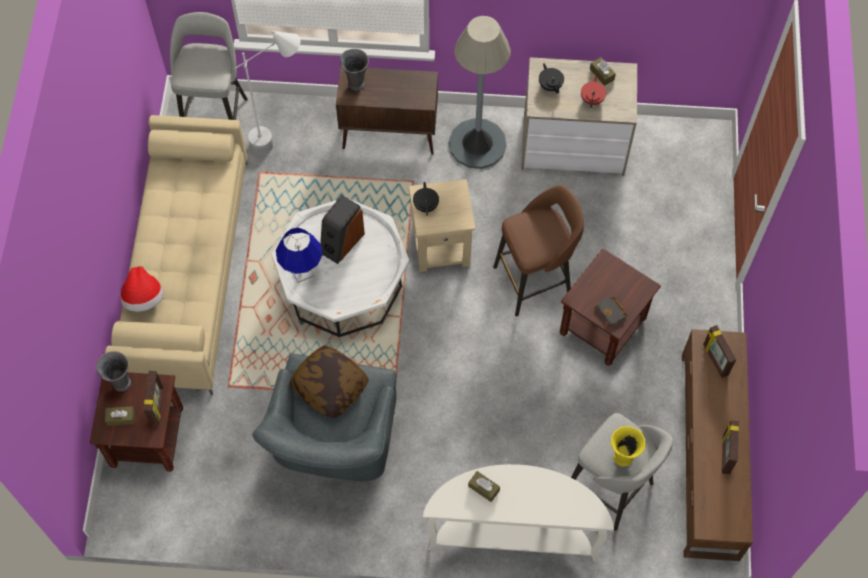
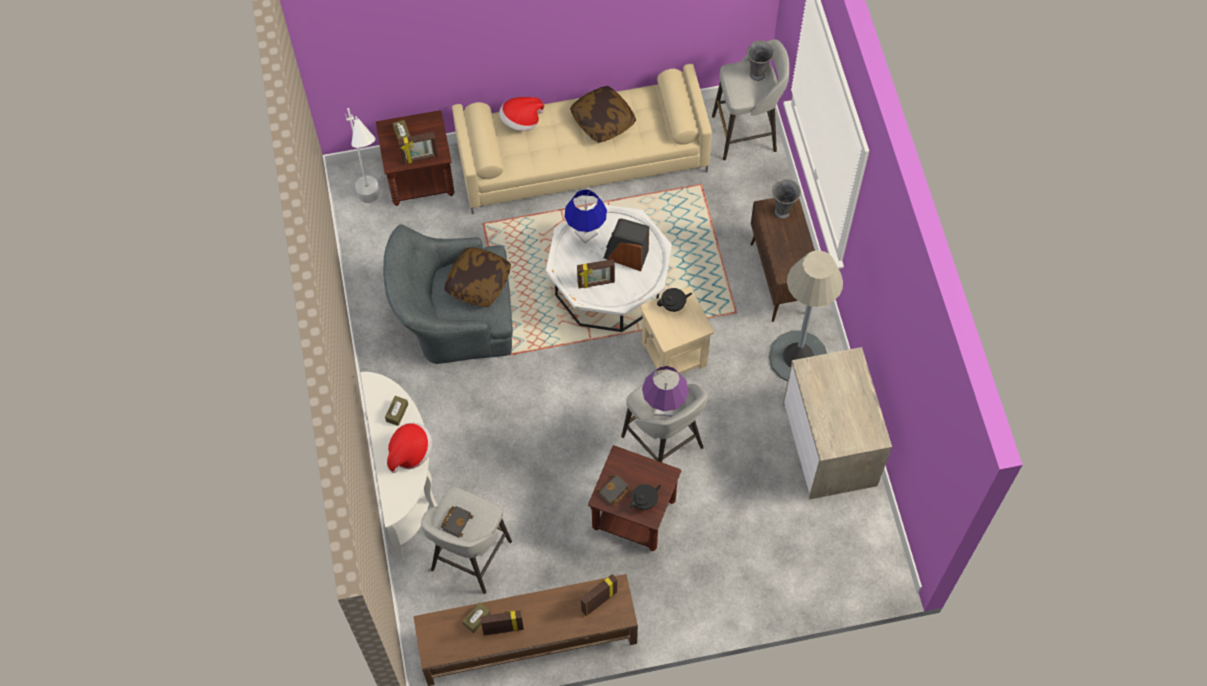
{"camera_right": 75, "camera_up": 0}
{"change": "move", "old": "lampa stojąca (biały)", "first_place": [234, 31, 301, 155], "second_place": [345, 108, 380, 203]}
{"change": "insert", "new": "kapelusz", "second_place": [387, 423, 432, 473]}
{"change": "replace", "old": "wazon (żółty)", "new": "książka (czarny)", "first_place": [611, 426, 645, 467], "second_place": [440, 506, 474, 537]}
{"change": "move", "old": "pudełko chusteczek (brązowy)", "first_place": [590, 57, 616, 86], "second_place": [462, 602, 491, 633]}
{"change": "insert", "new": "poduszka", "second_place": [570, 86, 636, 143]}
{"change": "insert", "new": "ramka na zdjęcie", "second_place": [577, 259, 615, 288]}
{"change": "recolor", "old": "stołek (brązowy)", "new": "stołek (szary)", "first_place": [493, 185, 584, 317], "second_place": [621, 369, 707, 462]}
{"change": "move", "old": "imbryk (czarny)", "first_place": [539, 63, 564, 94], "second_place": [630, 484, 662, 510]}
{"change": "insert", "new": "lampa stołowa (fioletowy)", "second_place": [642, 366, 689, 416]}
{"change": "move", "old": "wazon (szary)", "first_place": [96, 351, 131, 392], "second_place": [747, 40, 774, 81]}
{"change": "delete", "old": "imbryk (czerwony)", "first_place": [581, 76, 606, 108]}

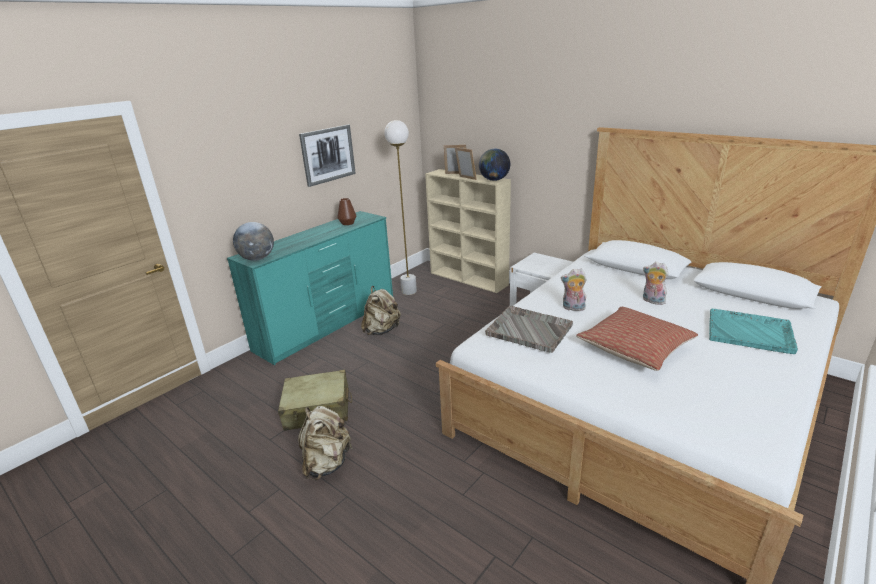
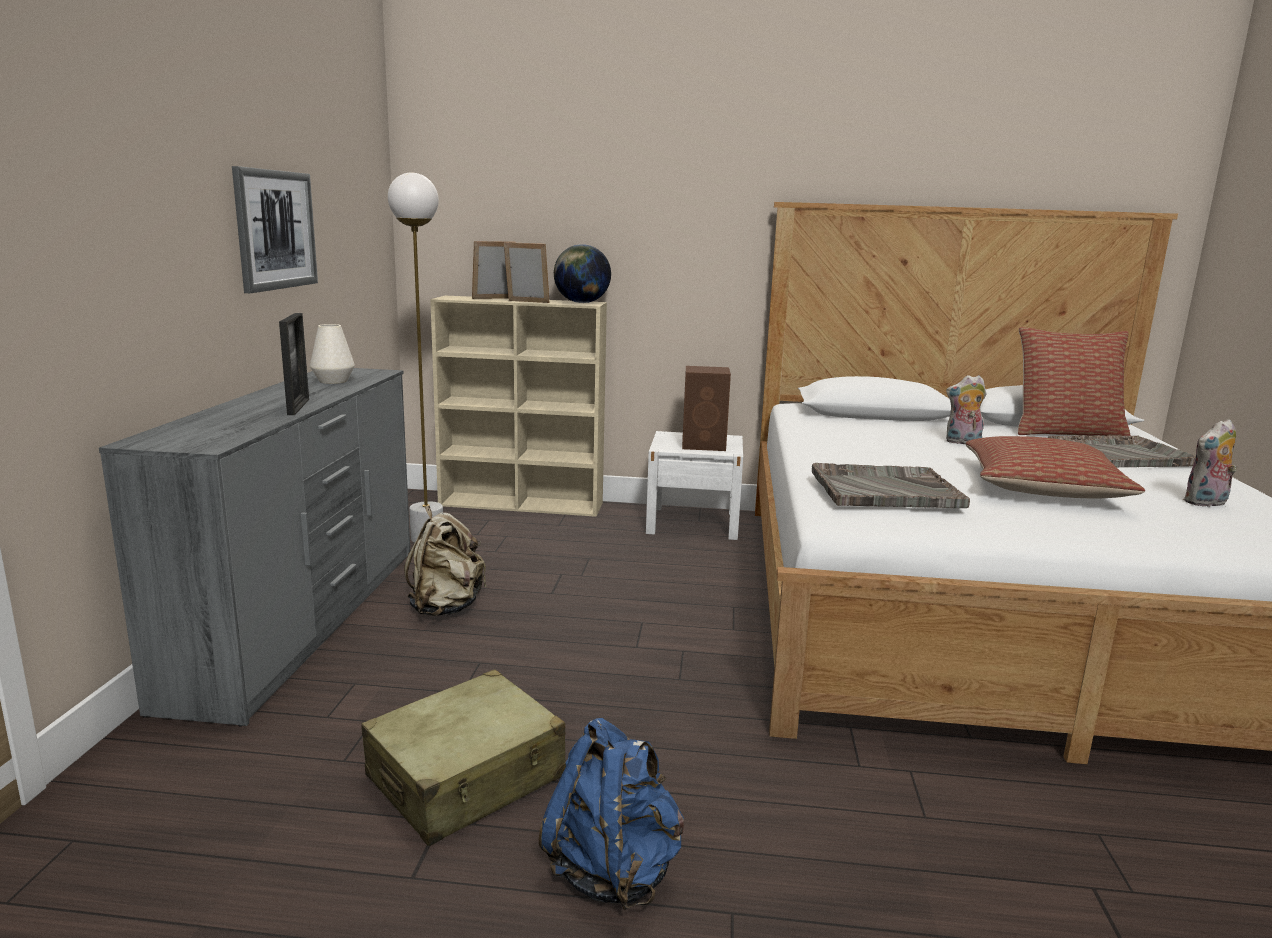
{"camera_right": -35, "camera_up": -10}
{"change": "recolor", "old": "komoda (turkusowy)", "new": "komoda (szary)", "first_place": [227, 211, 393, 365], "second_place": [99, 368, 410, 726]}
{"change": "insert", "new": "ramka na zdjęcie", "second_place": [279, 313, 309, 415]}
{"change": "recolor", "old": "wazon (brązowy)", "new": "wazon (biały)", "first_place": [337, 198, 356, 225], "second_place": [310, 324, 355, 384]}
{"change": "recolor", "old": "plecak (beżowy)", "new": "plecak (niebieski)", "first_place": [298, 406, 353, 480], "second_place": [539, 718, 684, 910]}
{"change": "insert", "new": "głośnik (brązowy)", "second_place": [682, 366, 731, 451]}
{"change": "insert", "new": "poduszka", "second_place": [1018, 327, 1130, 436]}
{"change": "recolor", "old": "taca (turkusowy)", "new": "taca (szary)", "first_place": [709, 309, 798, 354], "second_place": [1047, 435, 1196, 467]}
{"change": "move", "old": "pluszak", "first_place": [561, 269, 587, 311], "second_place": [1183, 419, 1237, 507]}
{"change": "delete", "old": "globus", "first_place": [233, 222, 274, 261]}

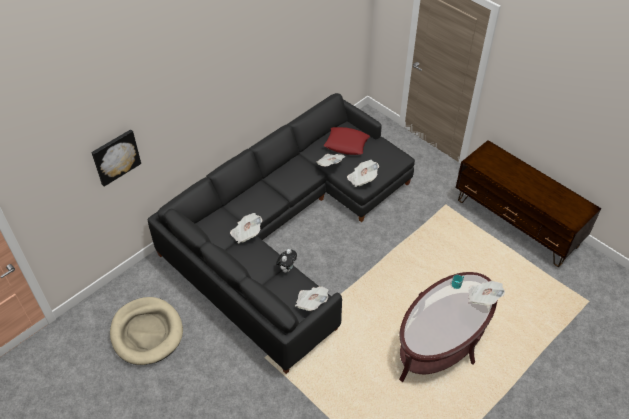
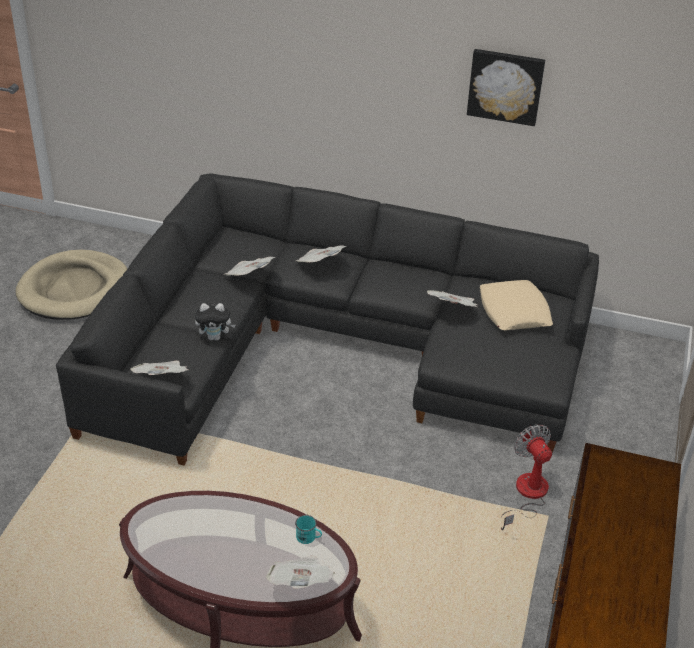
{"camera_right": 60, "camera_up": -10}
{"change": "move", "old": "gazeta", "first_place": [347, 160, 379, 187], "second_place": [296, 245, 346, 262]}
{"change": "move", "old": "obraz", "first_place": [91, 129, 141, 187], "second_place": [467, 49, 545, 126]}
{"change": "recolor", "old": "poduszka (czerwony)", "new": "poduszka (beżowy)", "first_place": [324, 127, 370, 155], "second_place": [480, 280, 553, 330]}
{"change": "insert", "new": "wentylator", "second_place": [501, 424, 552, 530]}

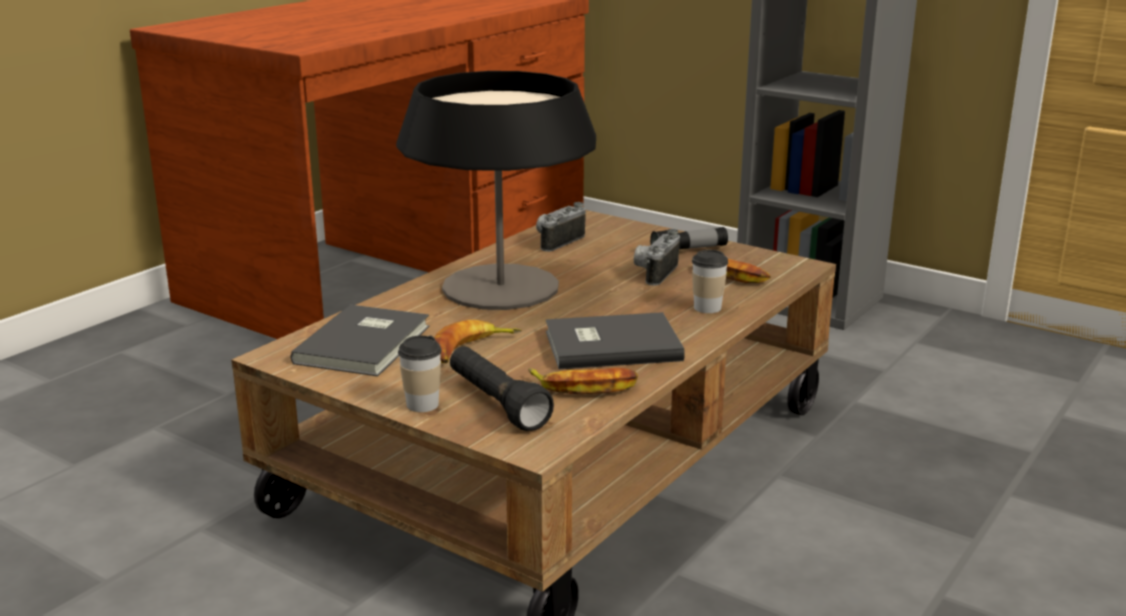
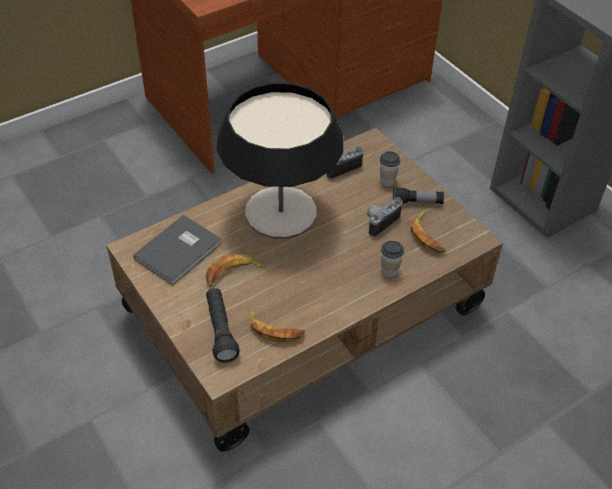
{"camera_right": 20, "camera_up": 25}
{"change": "move", "old": "filiżanka", "first_place": [398, 336, 442, 412], "second_place": [380, 151, 400, 186]}
{"change": "delete", "old": "książka (szary)", "first_place": [546, 312, 685, 369]}

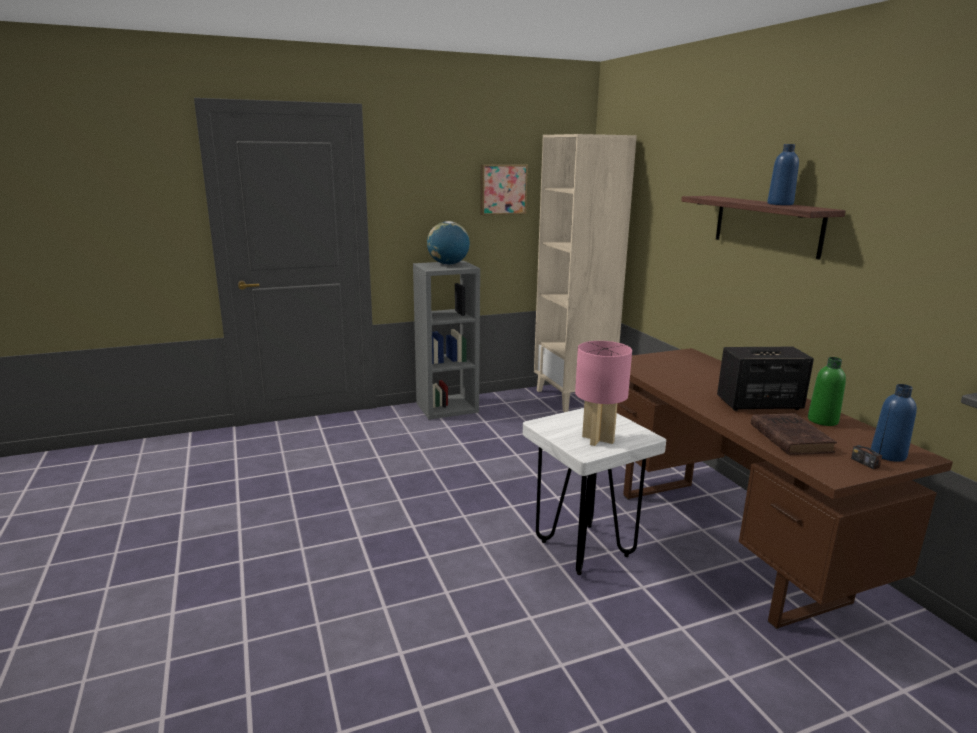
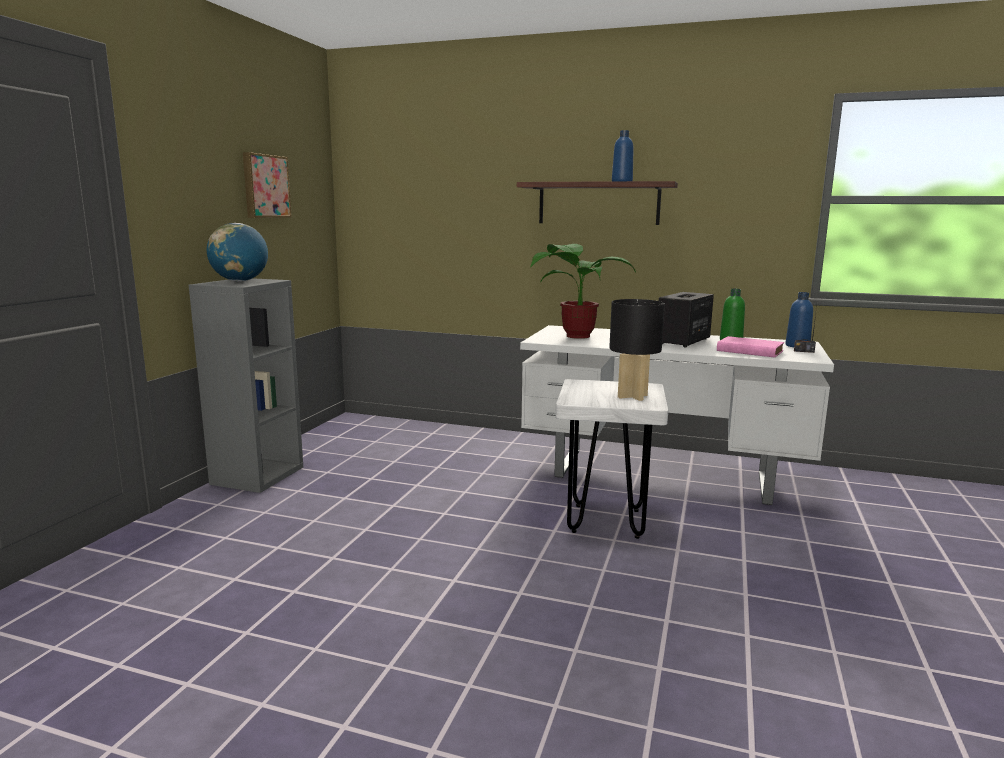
{"camera_right": -50, "camera_up": -5}
{"change": "recolor", "old": "biurko (brązowy)", "new": "biurko (biały)", "first_place": [617, 348, 953, 629], "second_place": [520, 325, 834, 505]}
{"change": "insert", "new": "roślina doniczkowa", "second_place": [530, 244, 636, 339]}
{"change": "recolor", "old": "lampa stołowa (różowy)", "new": "lampa stołowa (czarny)", "first_place": [575, 341, 632, 446], "second_place": [609, 299, 665, 401]}
{"change": "recolor", "old": "książka (brązowy)", "new": "książka (różowy)", "first_place": [751, 413, 837, 455], "second_place": [717, 336, 784, 358]}
{"change": "delete", "old": "regał (beżowy)", "first_place": [534, 134, 637, 412]}

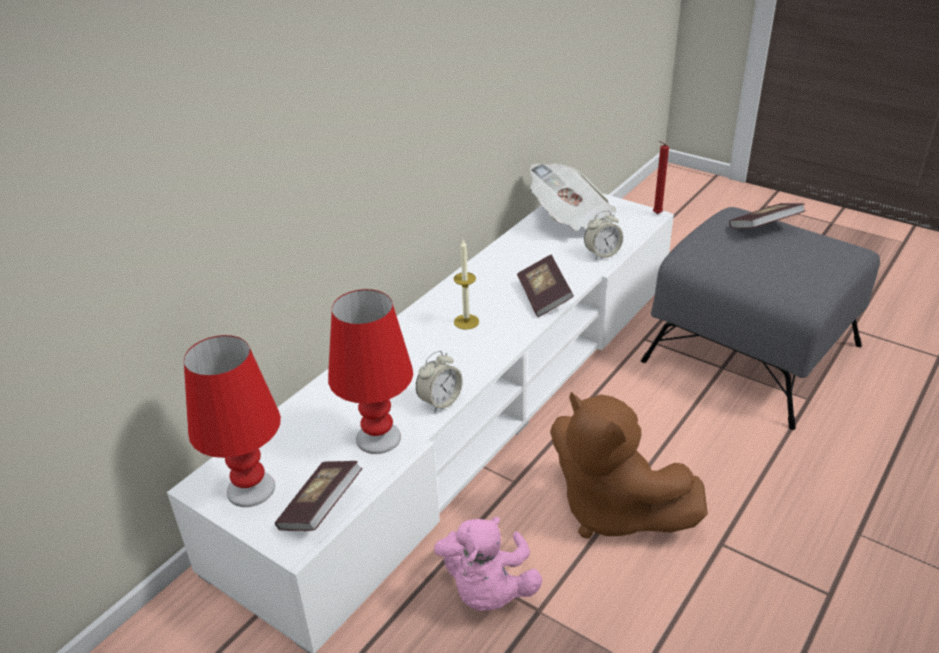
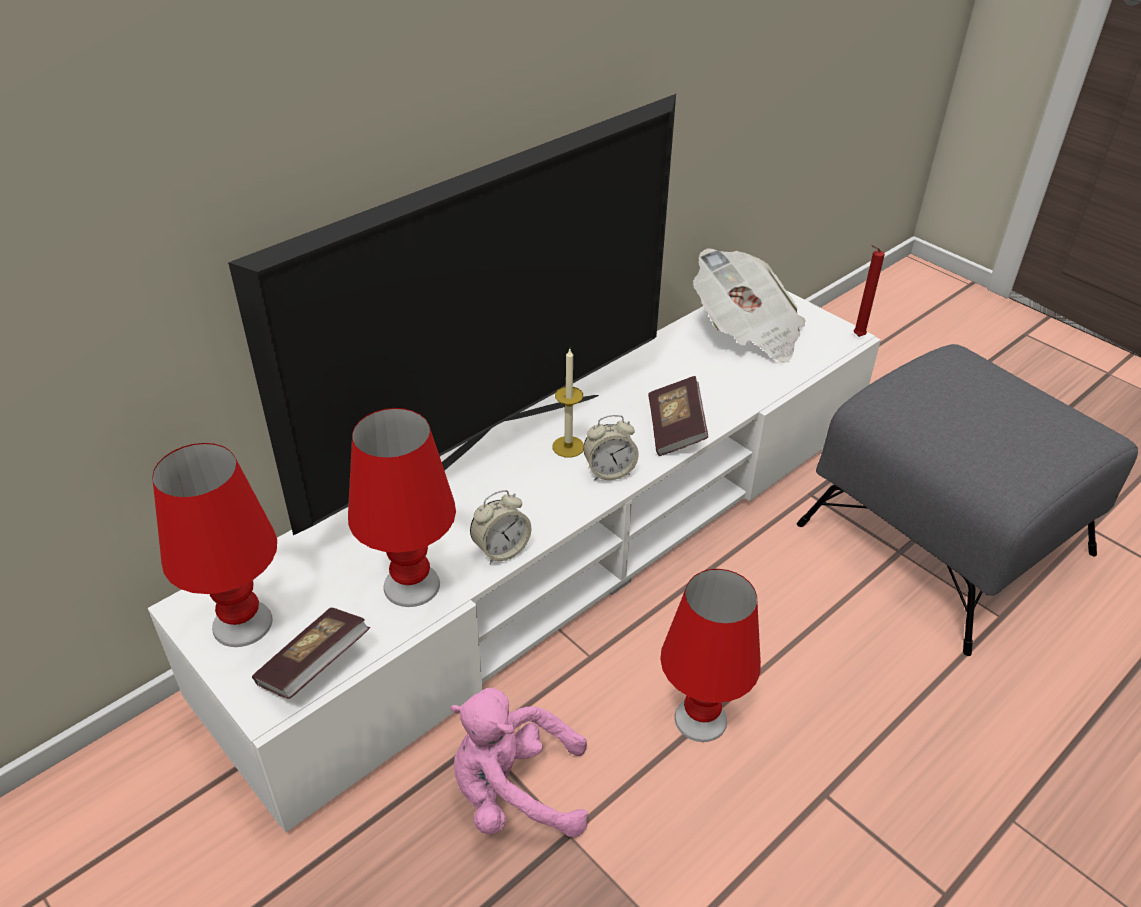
{"camera_right": 10, "camera_up": 5}
{"change": "insert", "new": "telewizor", "second_place": [228, 94, 676, 535]}
{"change": "rotate", "old": "pluszak (różowy)", "first_place": [434, 517, 542, 611], "second_place": [450, 688, 588, 838], "degrees": 75}
{"change": "move", "old": "budzik", "first_place": [584, 210, 623, 260], "second_place": [583, 415, 639, 480]}
{"change": "replace", "old": "pluszak (brązowy)", "new": "lampa stołowa (czerwony)", "first_place": [550, 392, 708, 539], "second_place": [660, 569, 761, 742]}
{"change": "delete", "old": "książka", "first_place": [729, 203, 806, 228]}

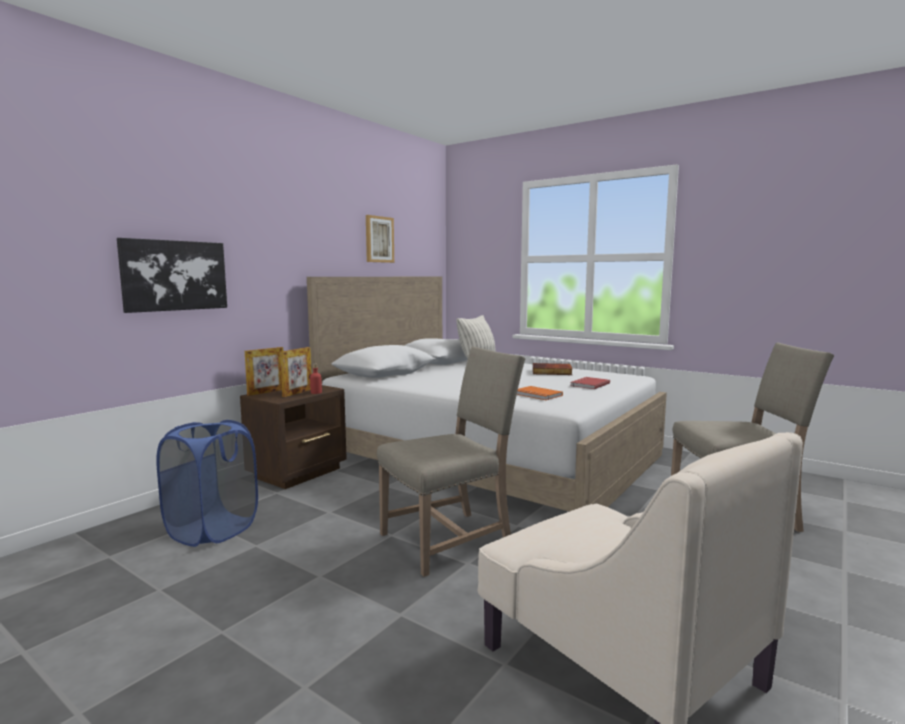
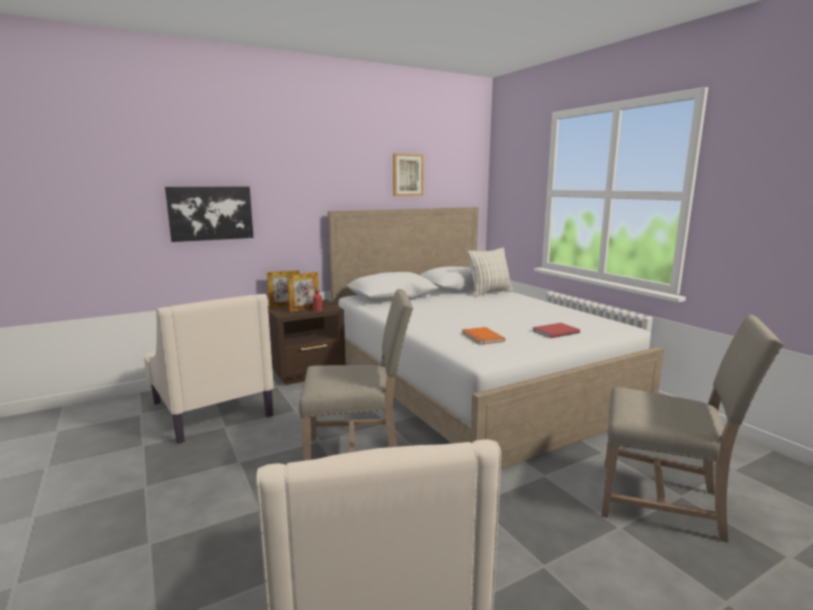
{"camera_right": 25, "camera_up": 5}
{"change": "replace", "old": "kosz na pranie (niebieski)", "new": "fotel (beżowy)", "first_place": [156, 420, 258, 547], "second_place": [144, 294, 274, 444]}
{"change": "delete", "old": "książka", "first_place": [533, 363, 572, 375]}

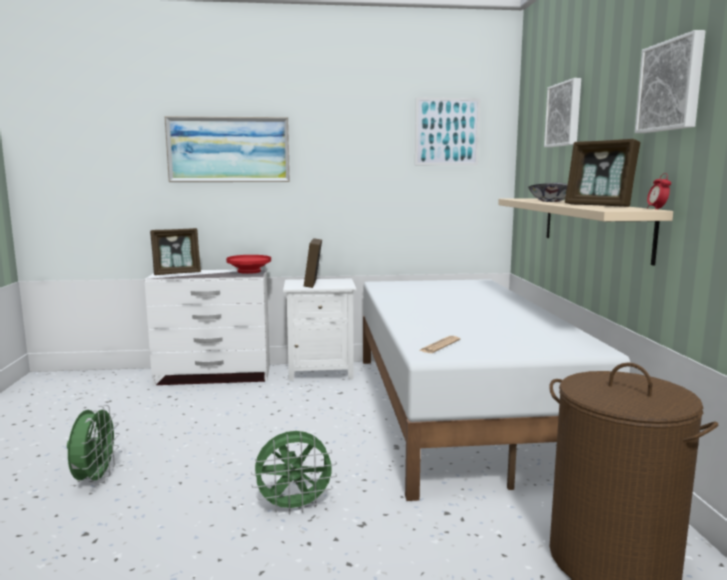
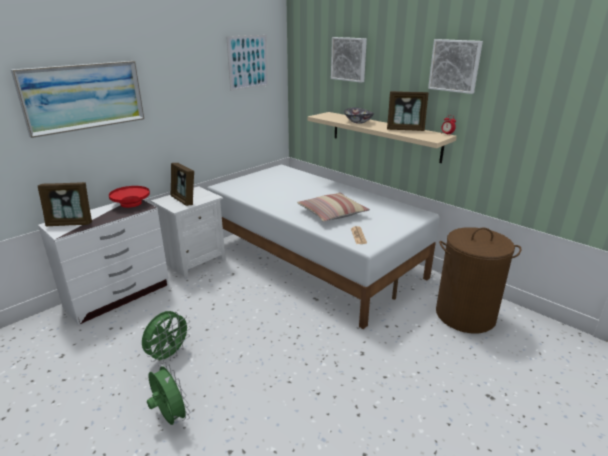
{"camera_right": -40, "camera_up": 15}
{"change": "rotate", "old": "ramka na zdjęcie", "first_place": [150, 228, 201, 275], "second_place": [38, 182, 92, 226], "degrees": 60}
{"change": "move", "old": "wentylator (zielony)", "first_place": [251, 431, 337, 515], "second_place": [142, 311, 191, 364]}
{"change": "insert", "new": "poduszka", "second_place": [297, 193, 369, 222]}

